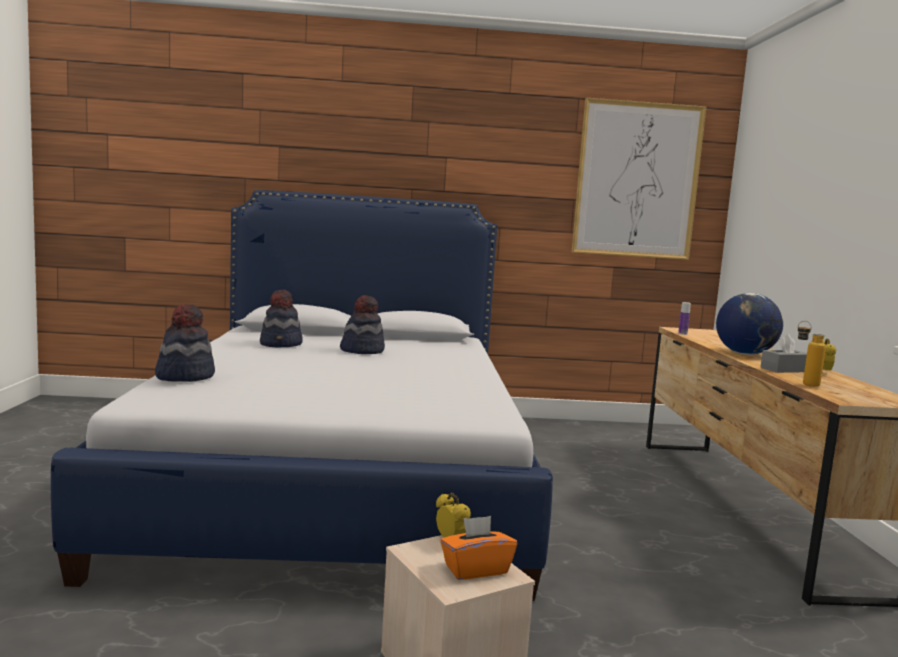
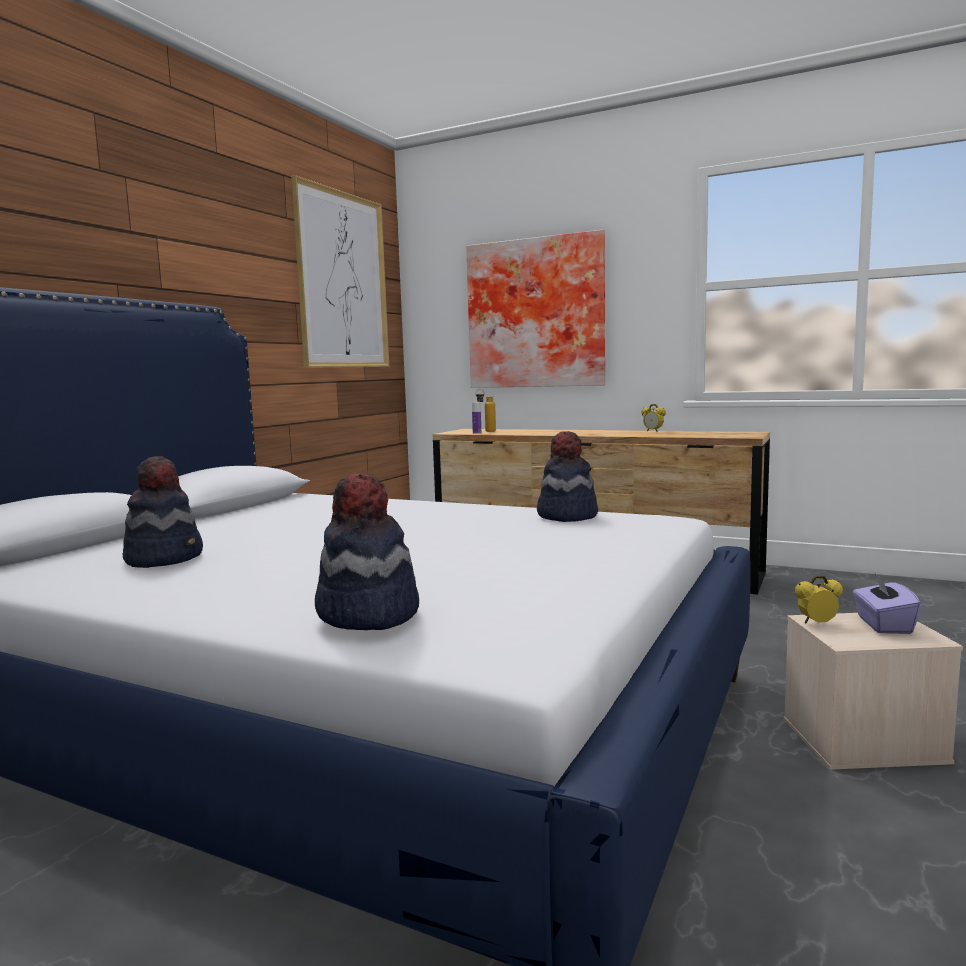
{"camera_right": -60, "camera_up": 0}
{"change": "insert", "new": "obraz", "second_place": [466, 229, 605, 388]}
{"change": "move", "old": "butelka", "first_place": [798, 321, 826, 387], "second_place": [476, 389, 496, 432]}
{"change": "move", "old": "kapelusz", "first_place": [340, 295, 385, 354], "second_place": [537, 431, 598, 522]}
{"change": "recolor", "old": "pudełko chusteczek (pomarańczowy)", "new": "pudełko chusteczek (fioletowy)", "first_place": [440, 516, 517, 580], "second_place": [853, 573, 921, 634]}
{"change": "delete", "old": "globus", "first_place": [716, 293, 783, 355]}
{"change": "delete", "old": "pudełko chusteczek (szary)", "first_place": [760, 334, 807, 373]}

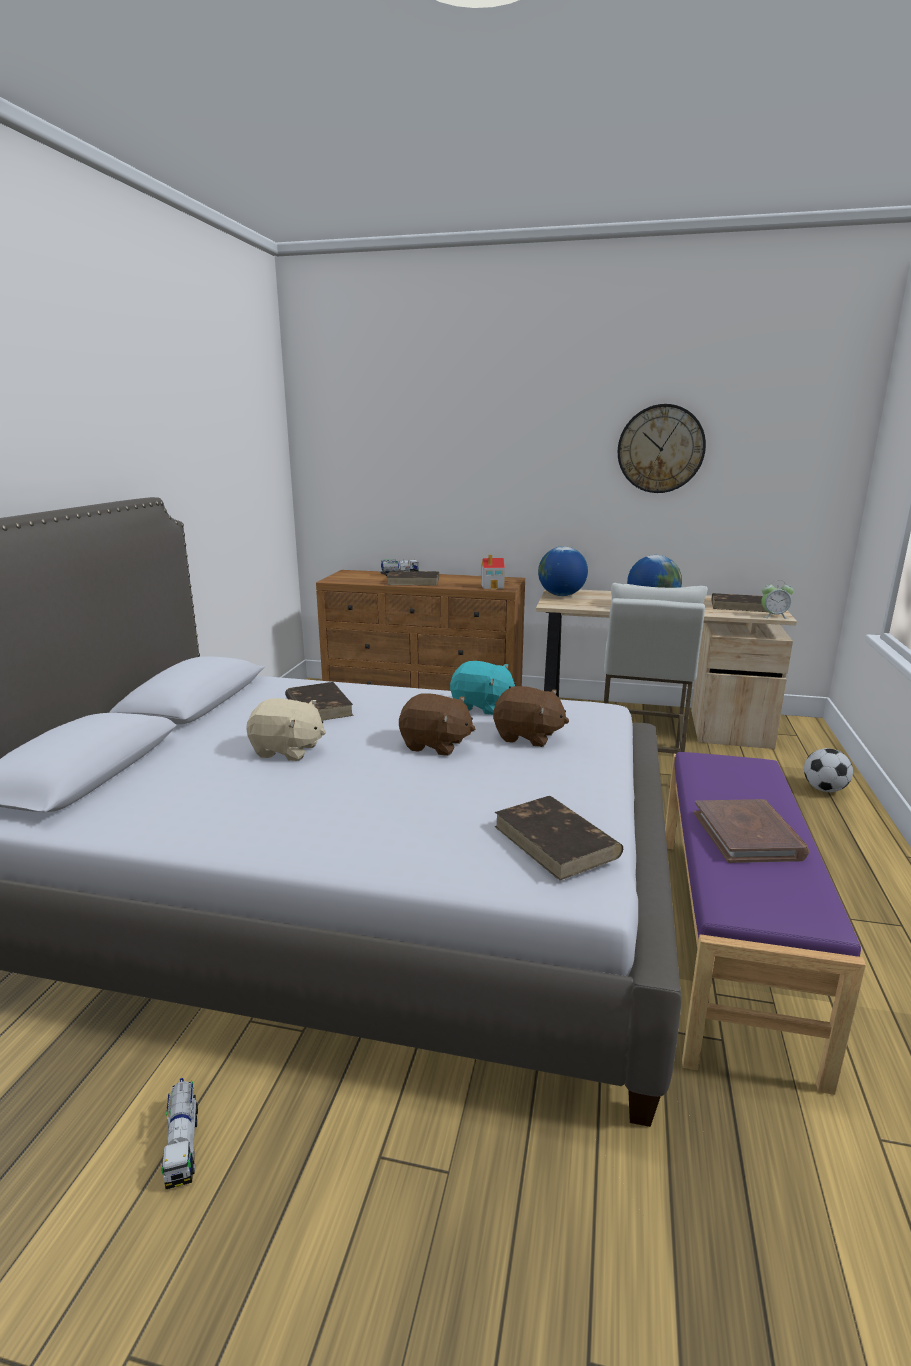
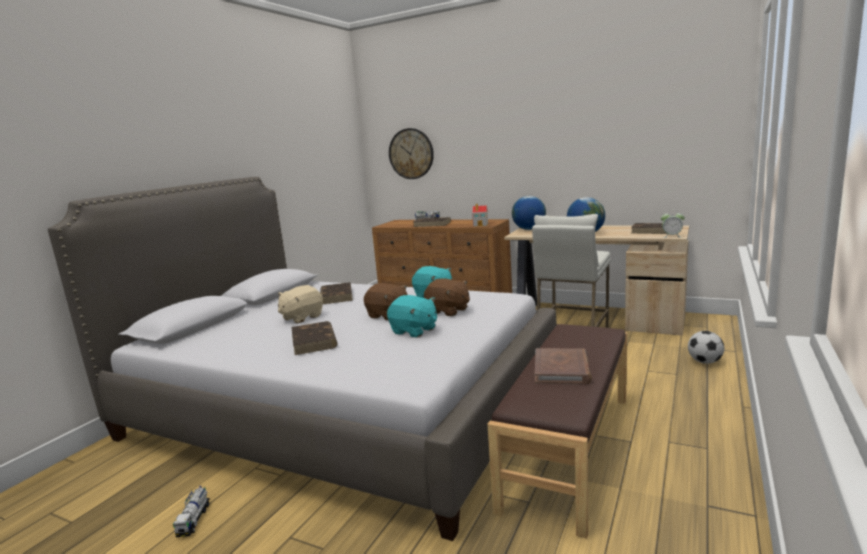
{"camera_right": 15, "camera_up": -5}
{"change": "rotate", "old": "pluszak (beżowy)", "first_place": [246, 698, 326, 761], "second_place": [278, 285, 323, 323], "degrees": 105}
{"change": "move", "old": "książka (brązowy)", "first_place": [494, 796, 623, 881], "second_place": [291, 321, 337, 355]}
{"change": "insert", "new": "pluszak (turkusowy)", "second_place": [387, 295, 437, 337]}
{"change": "move", "old": "zegar ścienny", "first_place": [618, 404, 706, 493], "second_place": [389, 128, 434, 179]}
{"change": "recolor", "old": "ławka (fioletowy)", "new": "ławka (brązowy)", "first_place": [665, 752, 866, 1095], "second_place": [487, 324, 627, 539]}

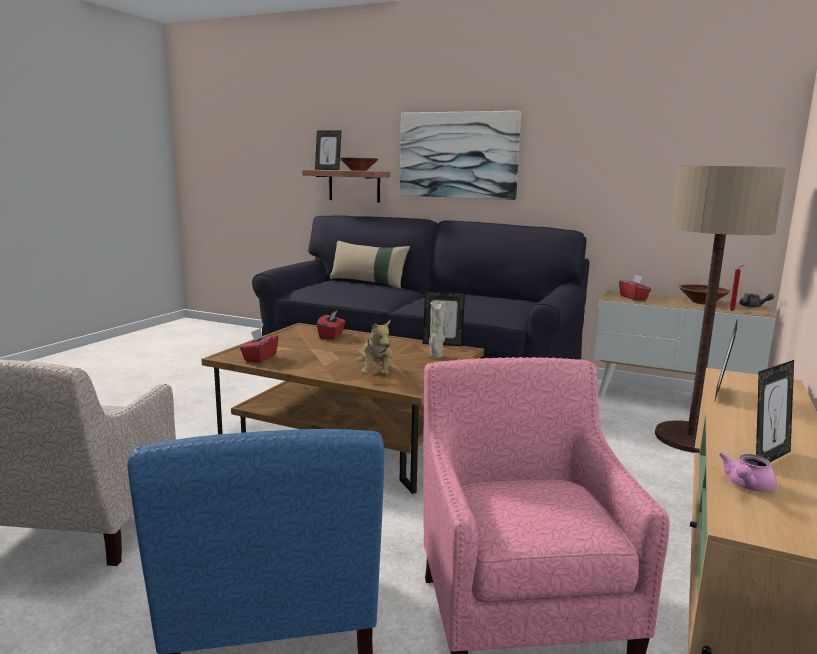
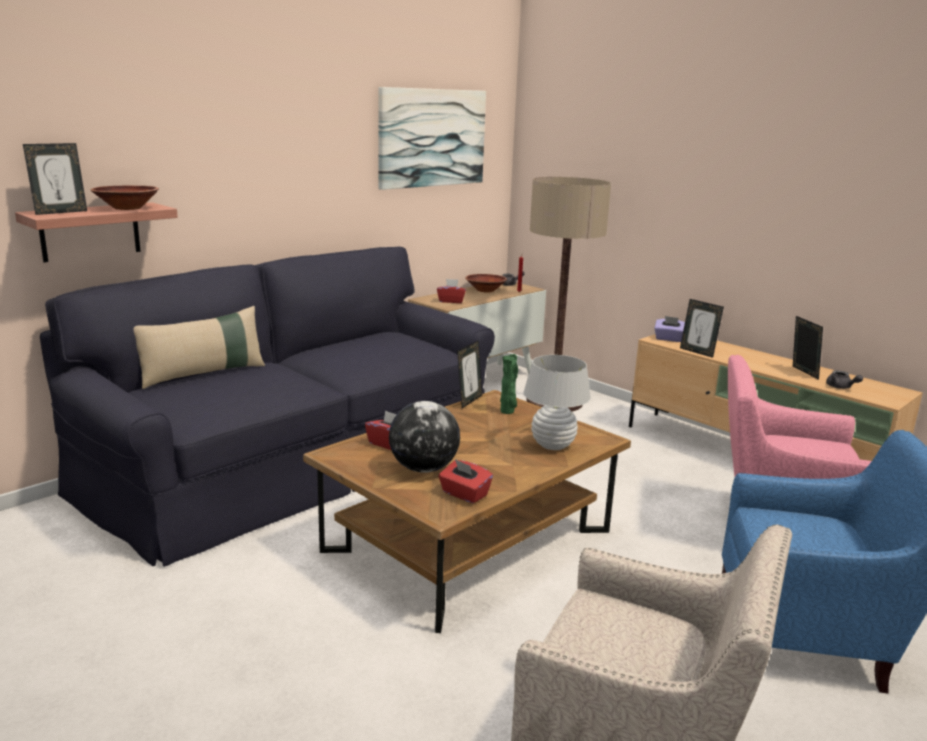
{"camera_right": -70, "camera_up": 5}
{"change": "move", "old": "obraz", "first_place": [400, 111, 521, 200], "second_place": [378, 87, 486, 190]}
{"change": "insert", "new": "globus", "second_place": [389, 401, 460, 473]}
{"change": "recolor", "old": "wazon (beżowy)", "new": "wazon (zielony)", "first_place": [429, 302, 447, 358], "second_place": [500, 354, 518, 414]}
{"change": "replace", "old": "pluszak", "new": "lampa stołowa (biały)", "first_place": [357, 319, 393, 375], "second_place": [524, 355, 591, 450]}
{"change": "insert", "new": "pudełko chusteczek (fioletowy)", "second_place": [654, 316, 685, 342]}
{"change": "recolor", "old": "imbryk (różowy)", "new": "imbryk (szary)", "first_place": [719, 452, 777, 492], "second_place": [826, 370, 863, 389]}

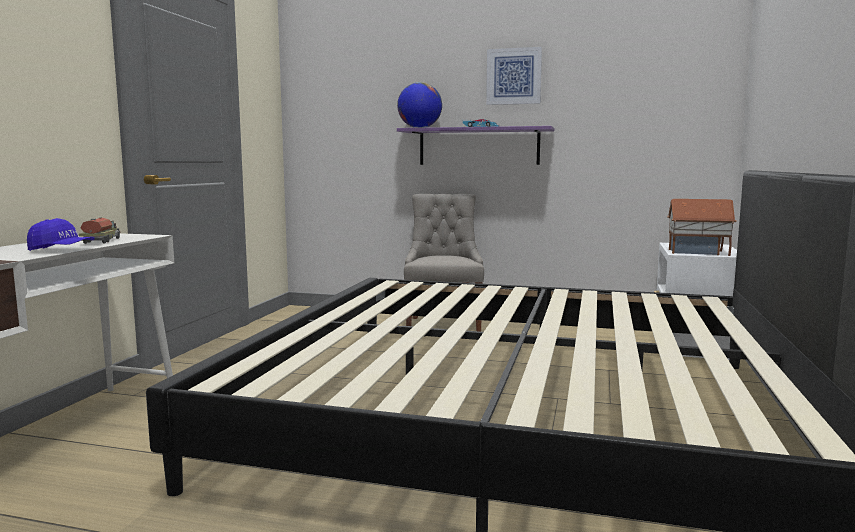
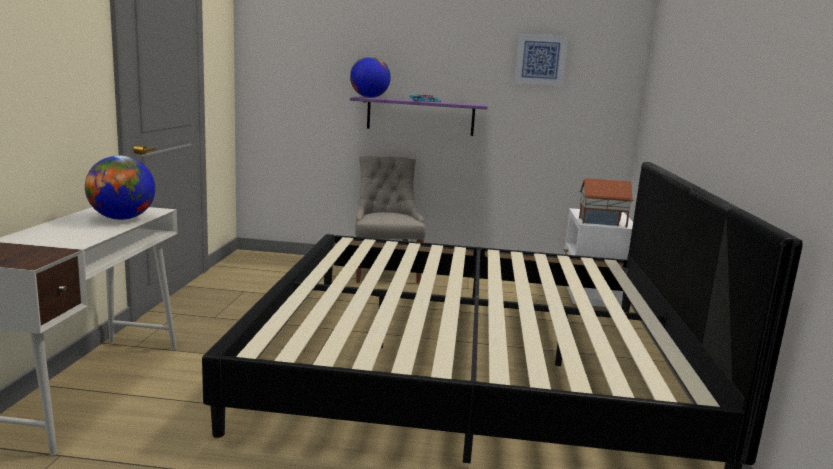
{"camera_right": -10, "camera_up": 5}
{"change": "replace", "old": "ciężarówka zabawkowa", "new": "globus", "first_place": [79, 217, 120, 244], "second_place": [85, 155, 155, 220]}
{"change": "move", "old": "obraz", "first_place": [486, 47, 542, 105], "second_place": [514, 33, 568, 86]}
{"change": "delete", "old": "czapka z daszkiem (niebieski)", "first_place": [27, 218, 95, 251]}

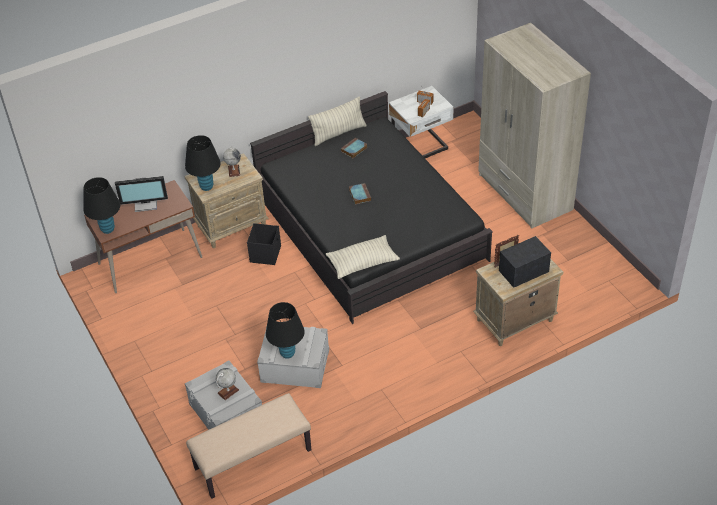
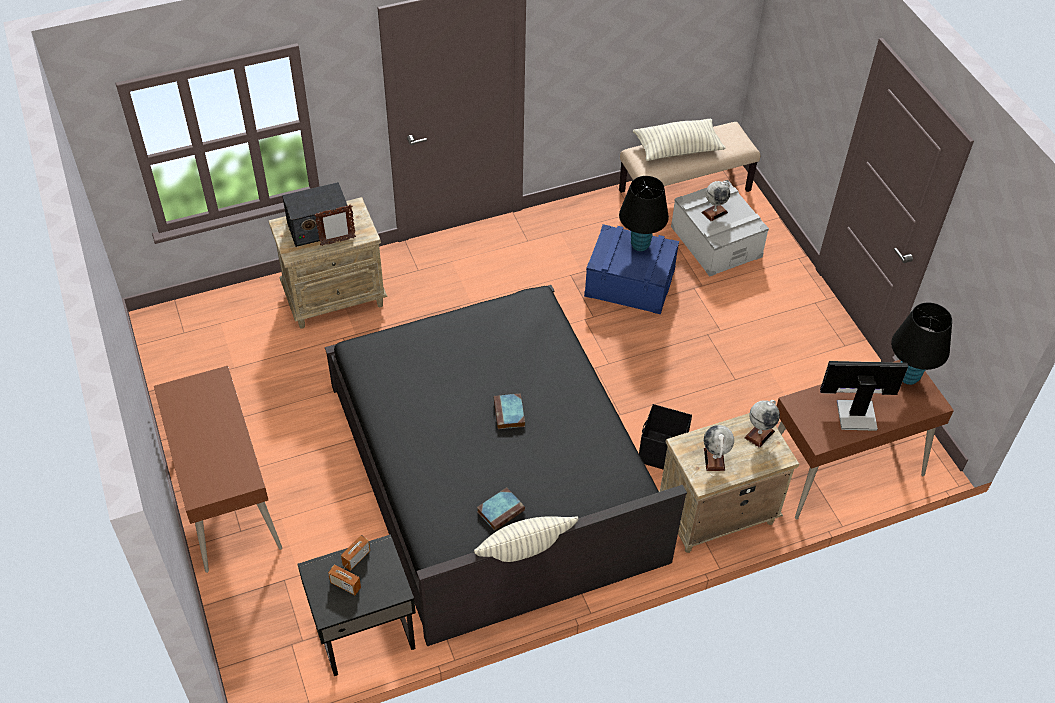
{"camera_right": -175, "camera_up": 5}
{"change": "replace", "old": "szafa (beżowy)", "new": "biurko (brązowy)", "first_place": [478, 23, 591, 229], "second_place": [154, 366, 282, 573]}
{"change": "recolor", "old": "szafka nocna (biały)", "new": "szafka nocna (czarny)", "first_place": [389, 86, 454, 158], "second_place": [298, 534, 416, 676]}
{"change": "recolor", "old": "pojemnik do przechowywania (szary)", "new": "pojemnik do przechowywania (niebieski)", "first_place": [257, 327, 329, 388], "second_place": [584, 224, 679, 315]}
{"change": "move", "old": "poduszka", "first_place": [326, 235, 400, 279], "second_place": [633, 119, 726, 161]}
{"change": "replace", "old": "lampa stołowa (czarny)", "new": "globus", "first_place": [185, 135, 221, 191], "second_place": [744, 400, 780, 448]}

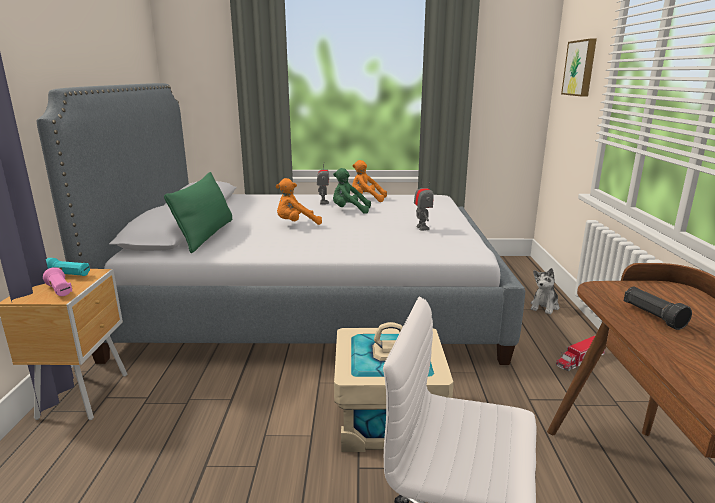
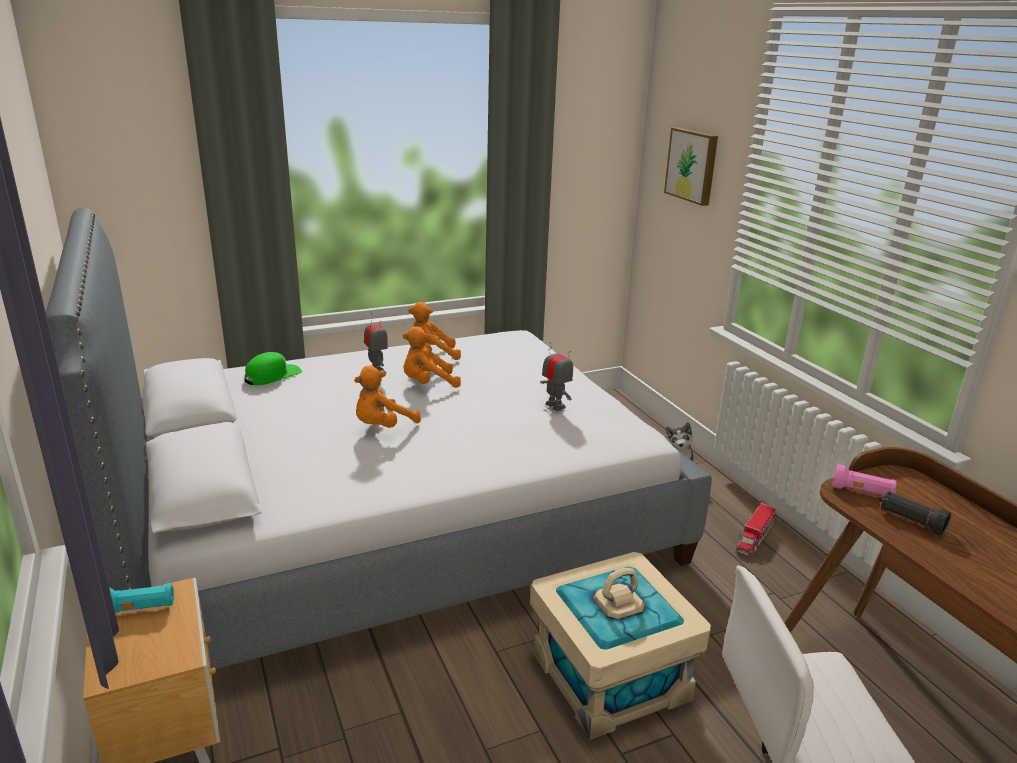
{"camera_right": -25, "camera_up": 5}
{"change": "insert", "new": "czapka z daszkiem (zielony)", "second_place": [245, 352, 302, 385]}
{"change": "recolor", "old": "pluszak (zielony)", "new": "pluszak (pomarańczowy)", "first_place": [333, 168, 371, 214], "second_place": [403, 326, 461, 388]}
{"change": "move", "old": "latarka (różowy)", "first_place": [43, 267, 72, 296], "second_place": [832, 464, 897, 495]}
{"change": "delete", "old": "poduszka (zielony)", "first_place": [164, 172, 232, 253]}

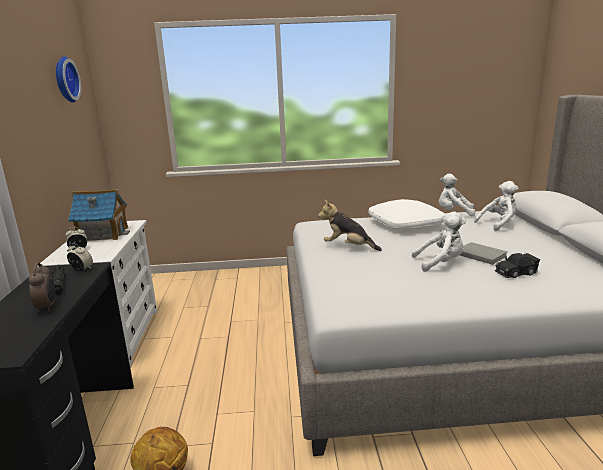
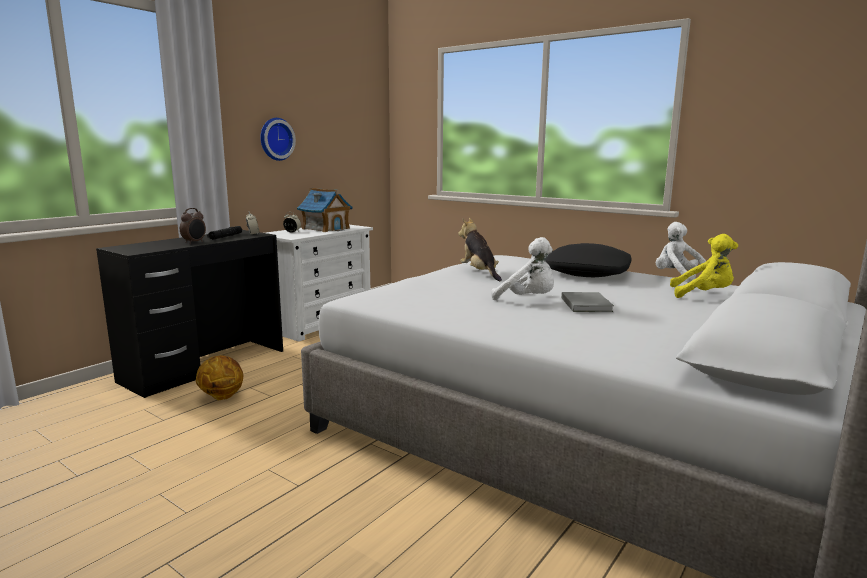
{"camera_right": 40, "camera_up": -5}
{"change": "move", "old": "zegar ścienny", "first_place": [56, 56, 81, 103], "second_place": [260, 118, 296, 161]}
{"change": "recolor", "old": "poduszka (biały)", "new": "poduszka (czarny)", "first_place": [368, 199, 446, 230], "second_place": [545, 243, 632, 278]}
{"change": "recolor", "old": "pluszak (biały)", "new": "pluszak (żółty)", "first_place": [474, 181, 518, 231], "second_place": [670, 234, 738, 298]}
{"change": "delete", "old": "samochodzik (czarny)", "first_place": [495, 252, 540, 278]}

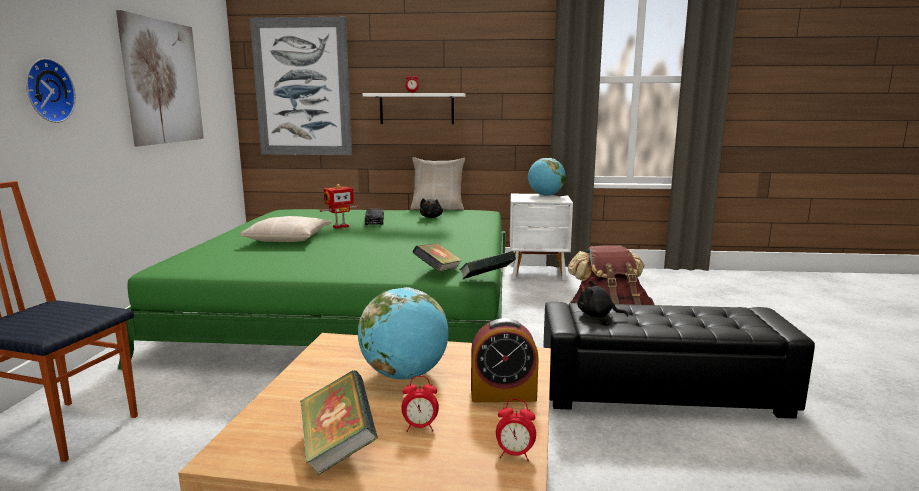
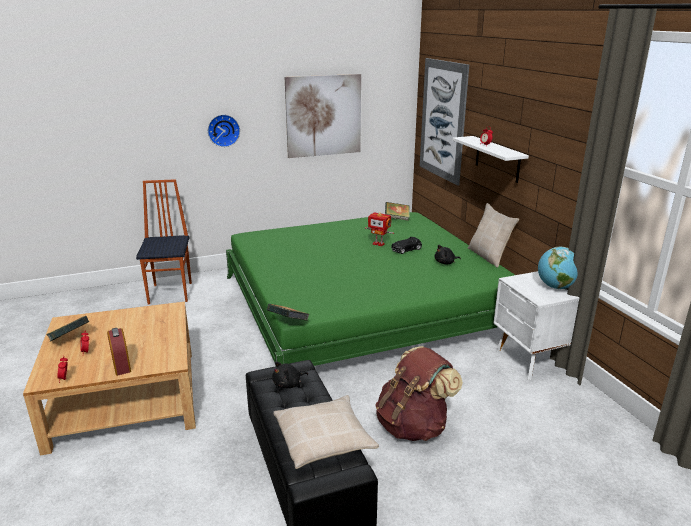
{"camera_right": 65, "camera_up": 10}
{"change": "rotate", "old": "pluszak (czarny)", "first_place": [577, 281, 628, 318], "second_place": [272, 361, 308, 388], "degrees": -120}
{"change": "move", "old": "poduszka (beżowy)", "first_place": [240, 216, 332, 242], "second_place": [273, 395, 379, 469]}
{"change": "move", "old": "książka", "first_place": [412, 243, 462, 272], "second_place": [385, 202, 410, 221]}
{"change": "delete", "old": "globus", "first_place": [358, 287, 449, 380]}

